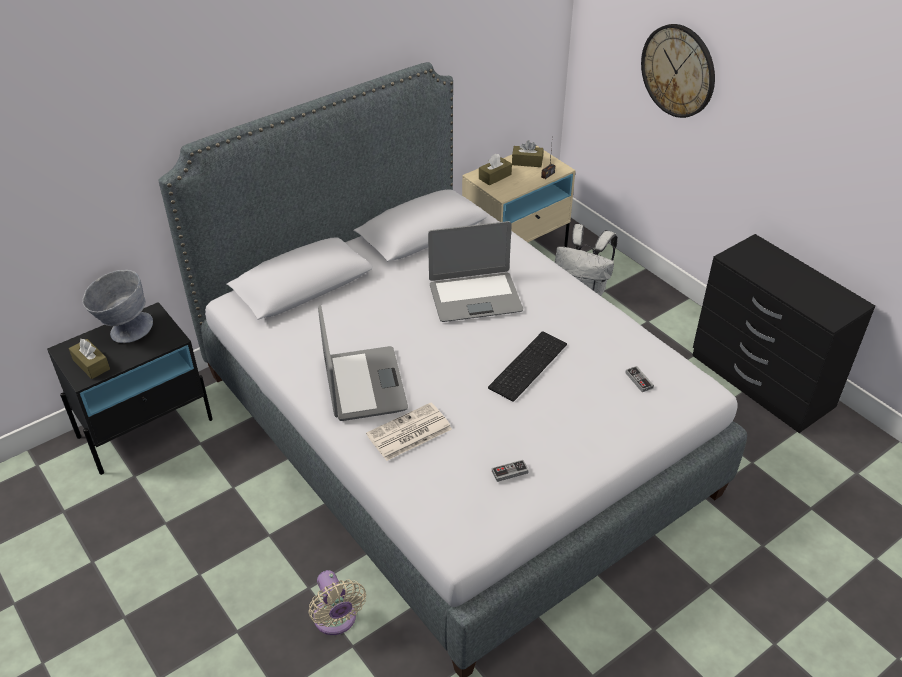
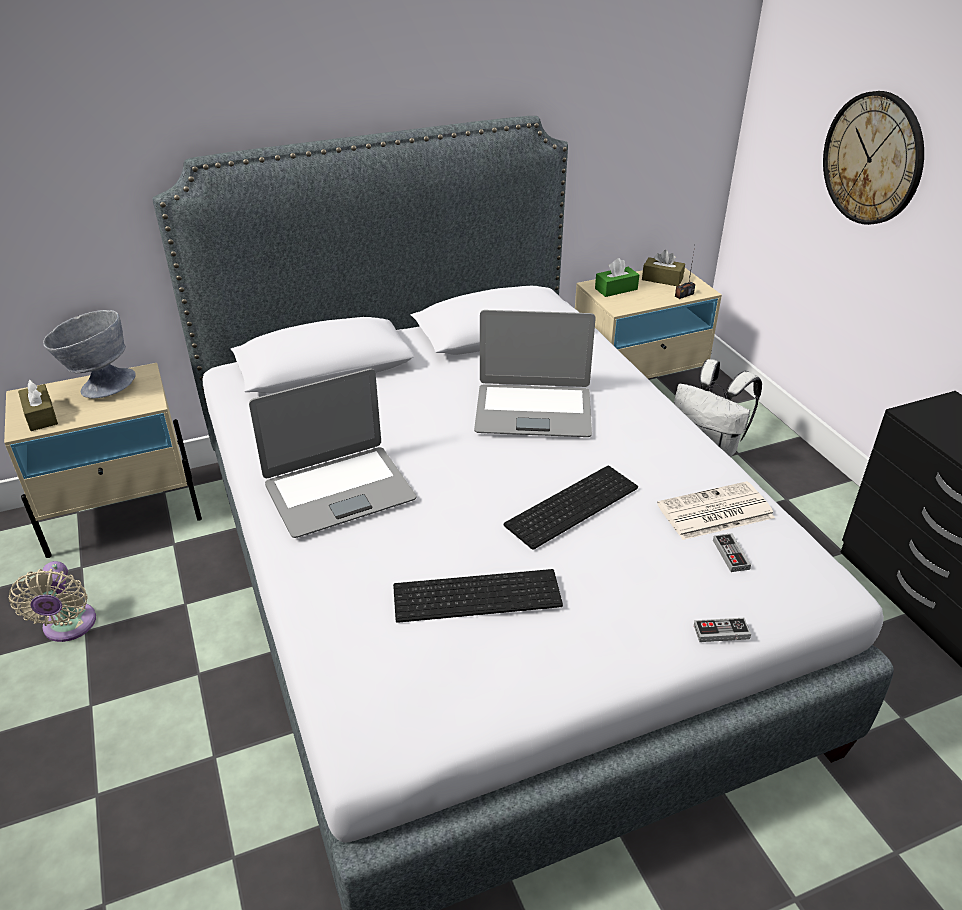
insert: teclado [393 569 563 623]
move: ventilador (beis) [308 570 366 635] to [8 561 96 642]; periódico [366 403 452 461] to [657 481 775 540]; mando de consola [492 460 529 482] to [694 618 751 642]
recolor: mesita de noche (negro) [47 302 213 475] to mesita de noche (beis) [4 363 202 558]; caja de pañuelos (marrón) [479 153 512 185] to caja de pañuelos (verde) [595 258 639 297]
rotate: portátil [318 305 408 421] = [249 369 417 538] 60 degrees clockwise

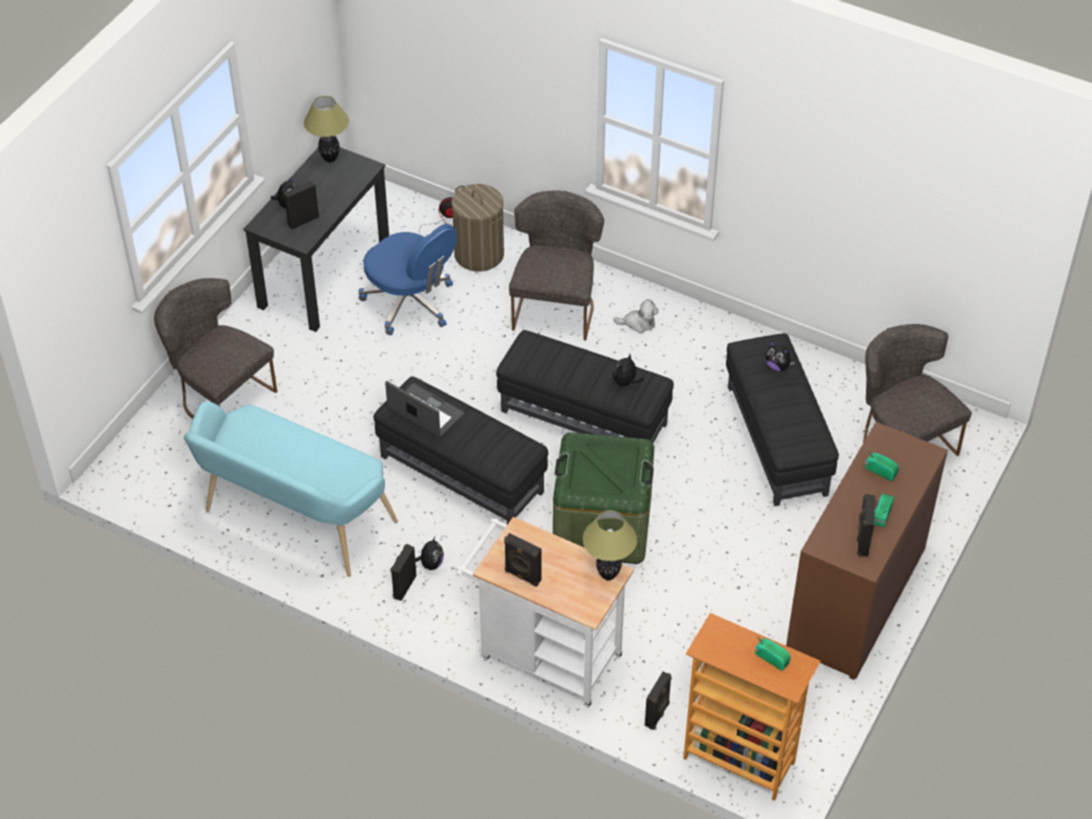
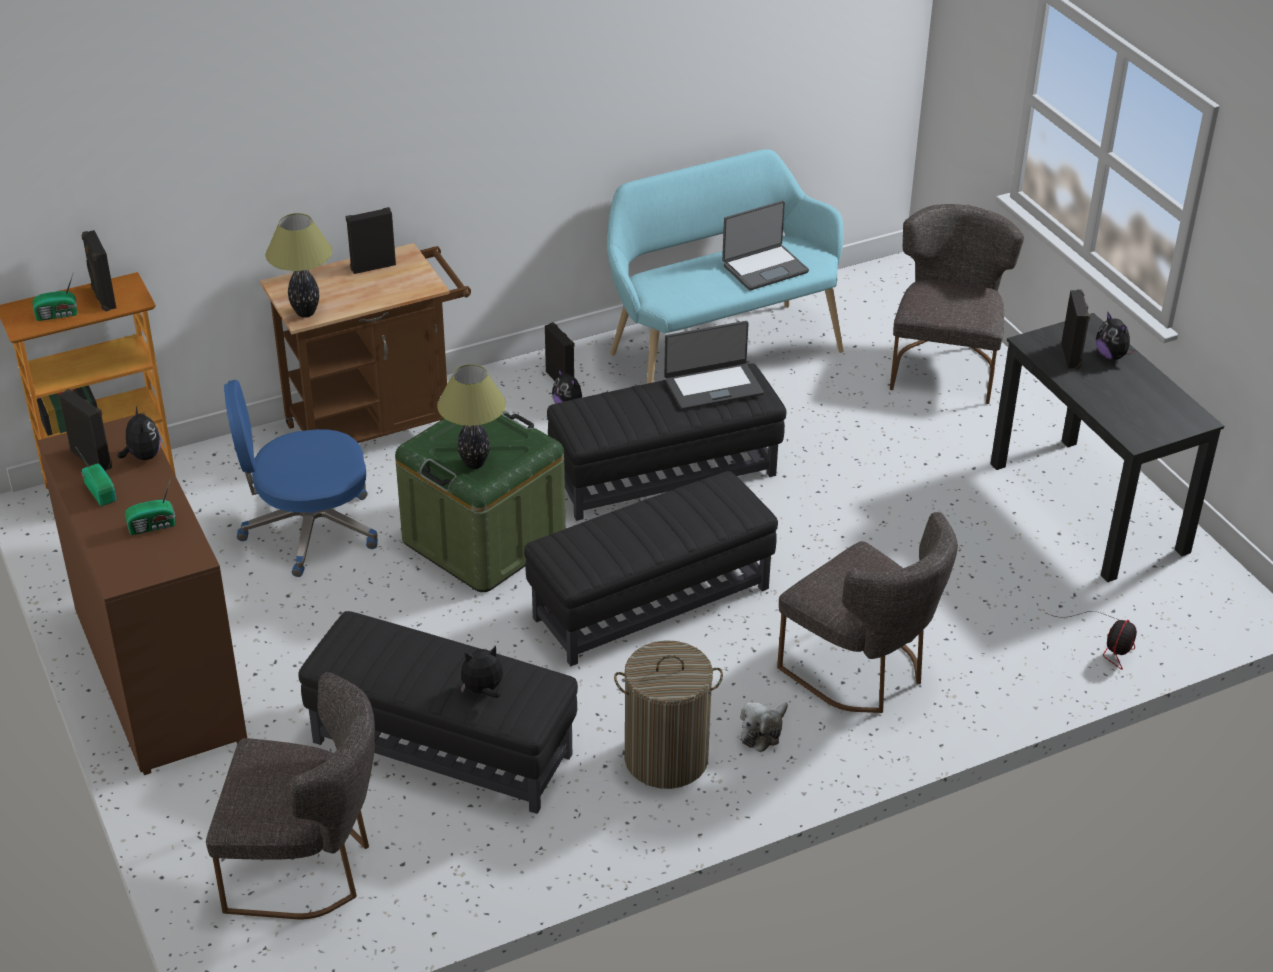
insert: portátil [722 200 809 291]
move: lámpara de mesa [304 96 349 162] to [437 364 506 469]; silla de oficina (azul) [358 224 457 335] to [224 380 378 577]; cesto de la ropa [452 184 504 272] to [614 640 723 789]; peluche [613 354 644 387] to [117 407 161 460]; altavoz (negro) [645 672 672 730] to [82 230 116 312]
recolor: carrito (blanco) [456 517 634 708] to carrito (marrón) [260 243 471 443]
rotate: silla (gris) [154 278 277 419] = [890 204 1024 404] 60 degrees counterclockwise

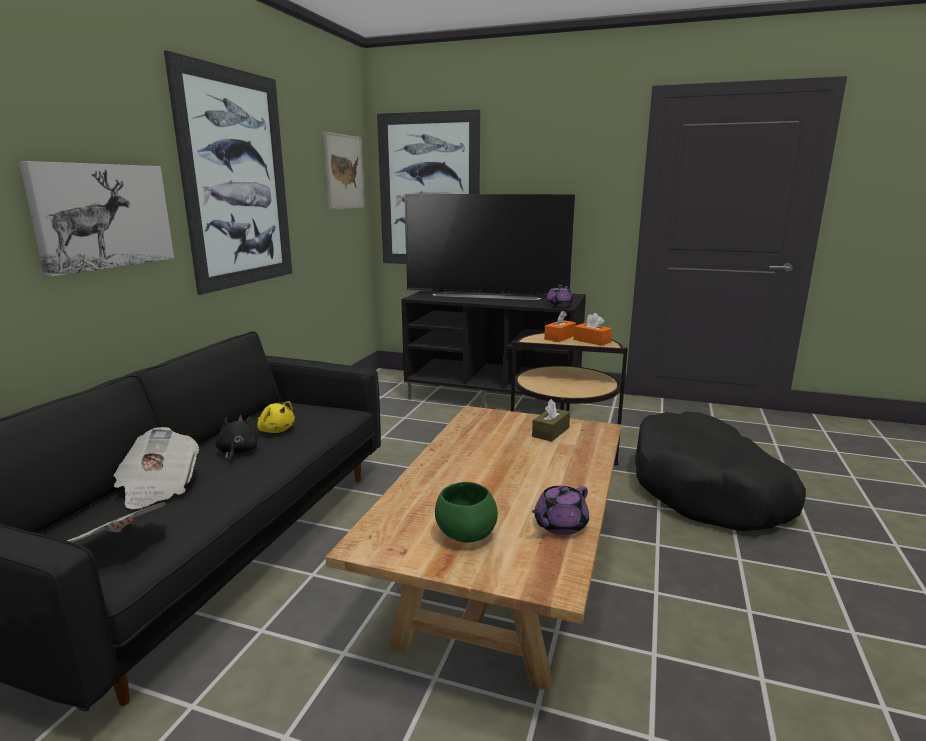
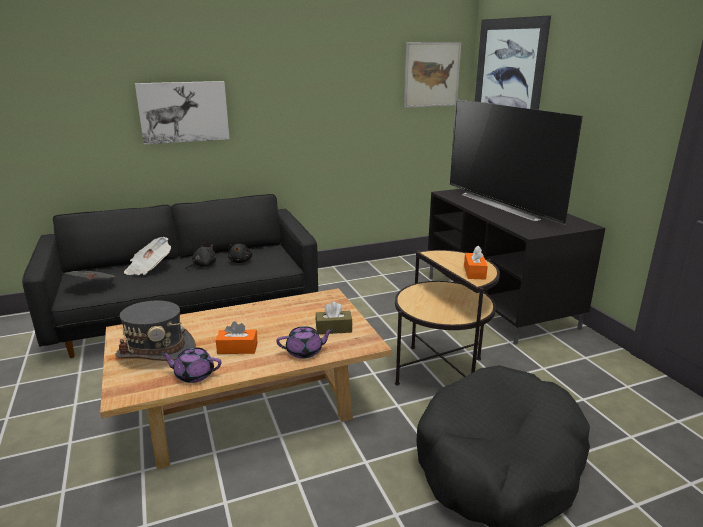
delete: cuadro [164 50 292 295]
move: caja de pañuelos (naranja) [544 310 576 342] to [216 321 258 354]; tetera (morado) [546 285 573 307] to [276 326 334 358]
replace: cuenco (verde) [435 482 498 542] to sombrero (gris) [115 301 196 361]
recolor: peluche (amarillo) [257 401 295 433] to peluche (negro) [228 244 252 263]

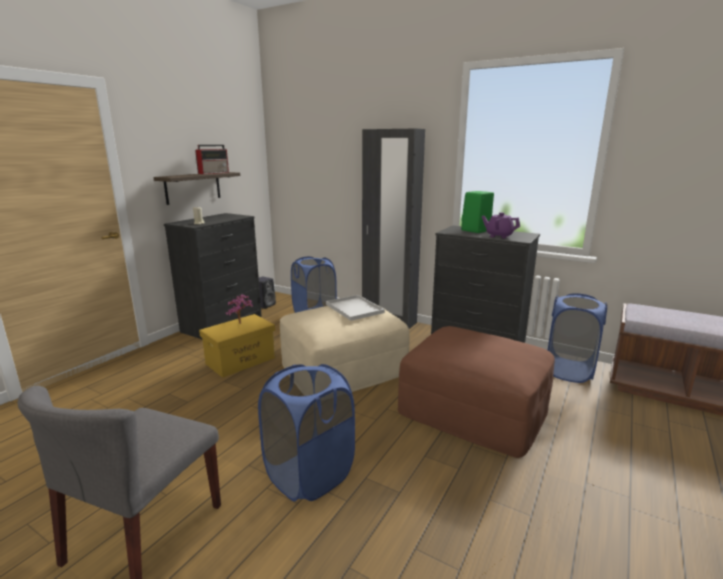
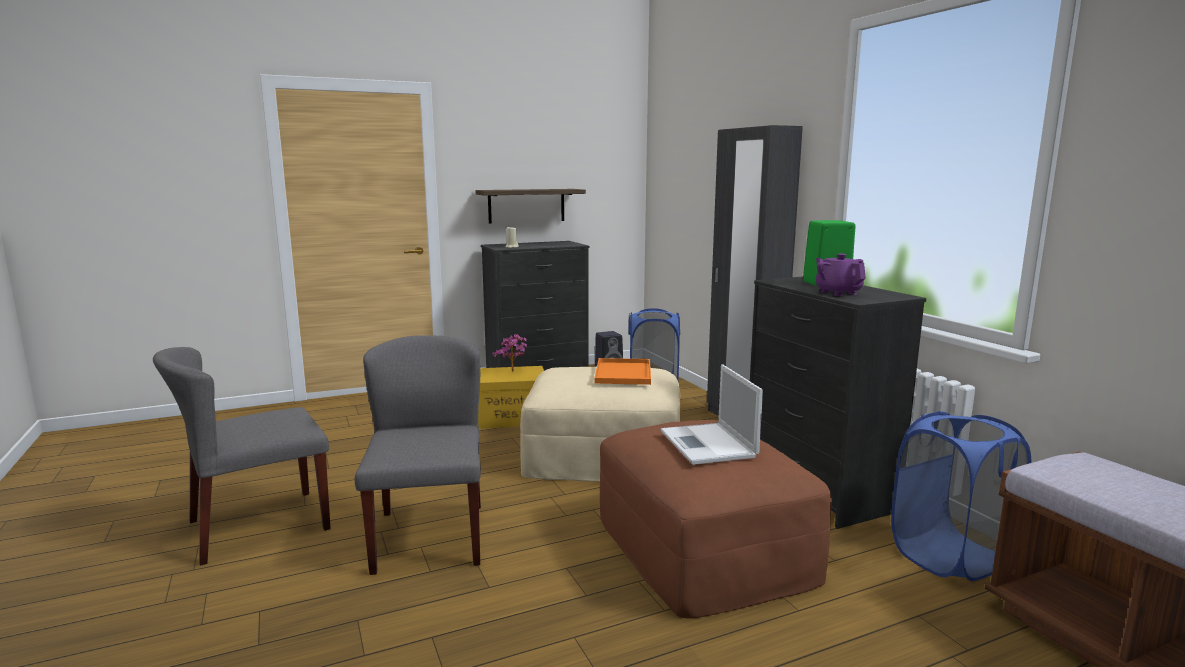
delete: radio [195 145 229 174]
insert: portátil [661 364 763 465]
replace: cesto de la ropa (azul) [258 364 355 501] to silla (gris) [355 335 481 575]
recolor: bandeja (blanco) [326 295 385 321] to bandeja (naranja) [594 358 651 385]

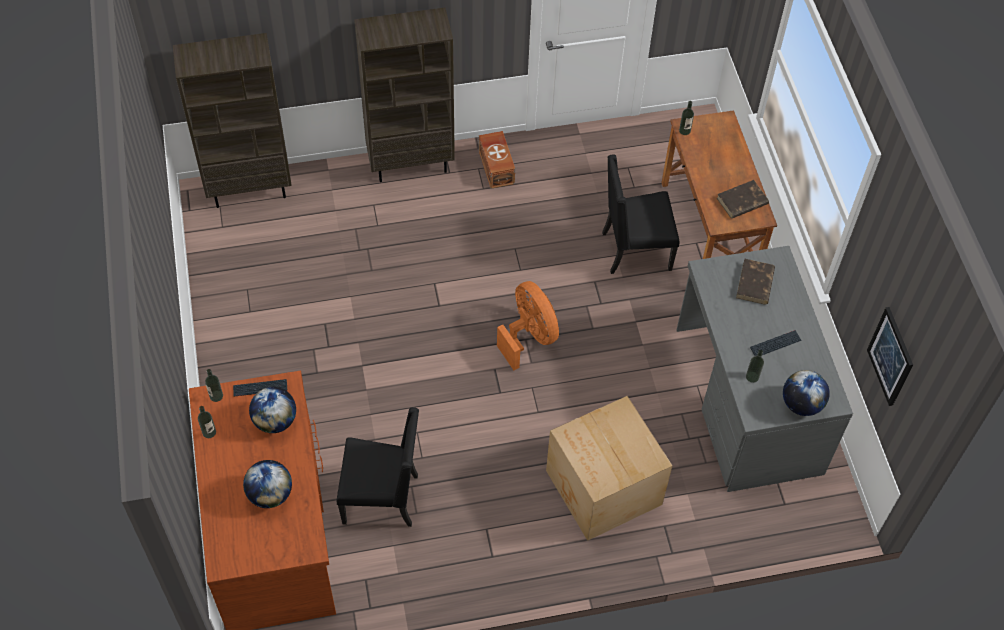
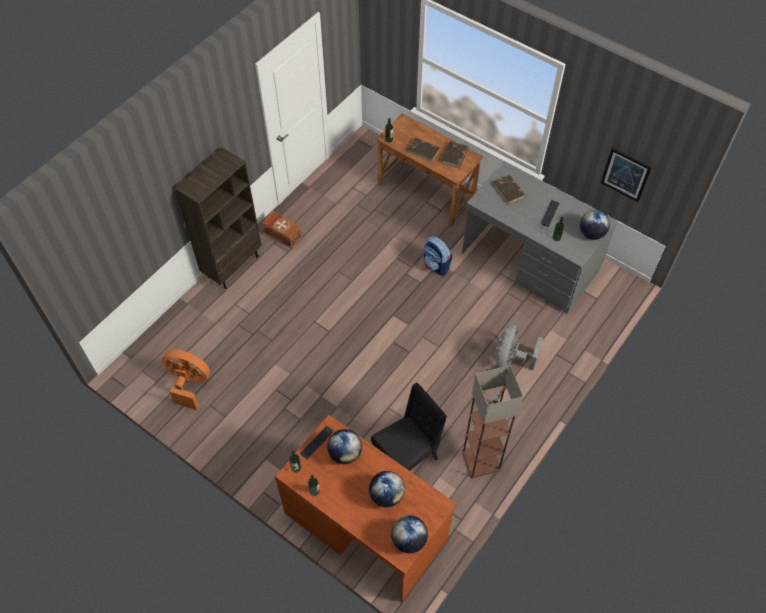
delete: estantería (marrón) [173 33 292 208]; silla (negro) [602 154 680 274]
insert: globo terráqueo [391 515 428 553]; libro (marrón) [407 138 441 162]; mochila [424 236 452 275]; lámpara de pie [462 365 523 478]
move: ventilador (naranja) [497 281 559 370] to [162 349 210 410]
replace: caja de cartón [546 396 673 541] to ventilador (gris) [494 324 543 370]

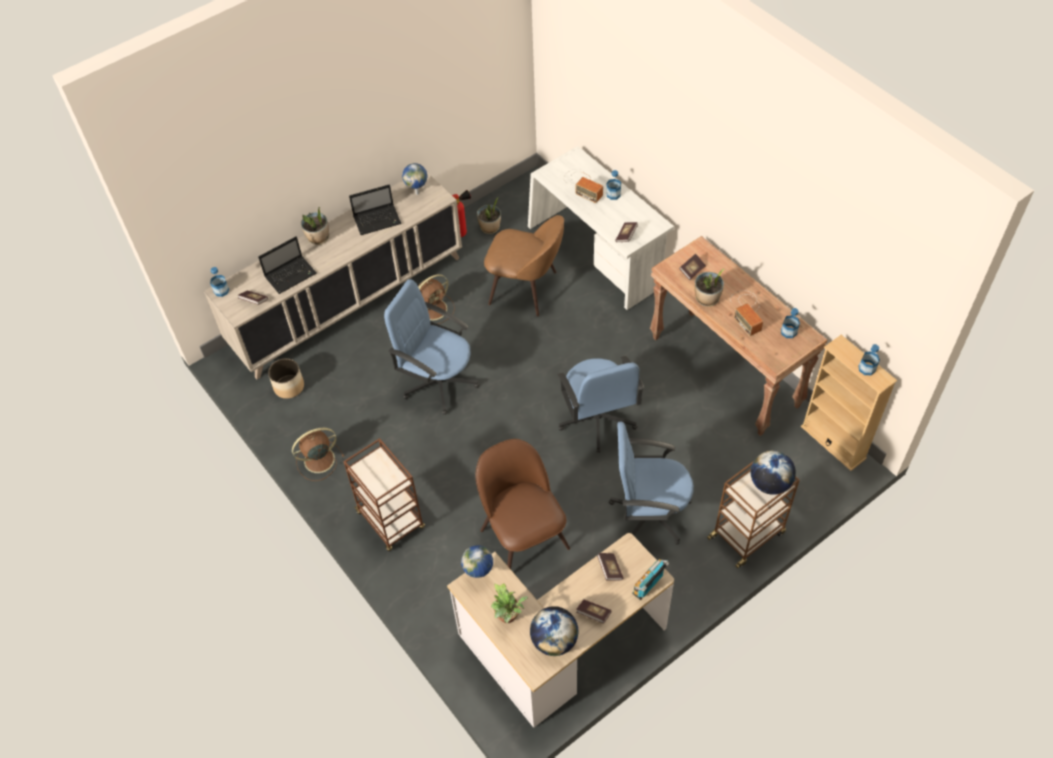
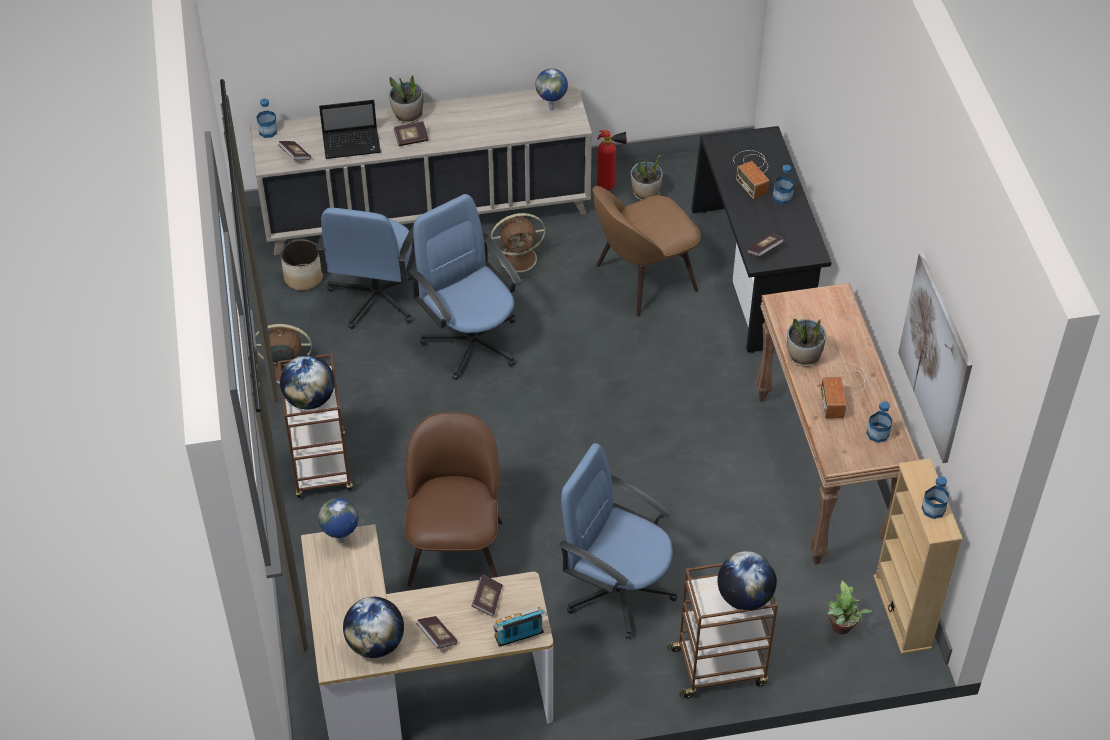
delete: portátil [349 184 401 235]
insert: globo terráqueo [280 355 335 410]; cuadro [898 253 972 463]
move: planta en maceta [491 583 528 623] to [827 580 872 635]; silla de oficina (azul) [558 356 644 453] to [316 208 415 329]; libro [679 253 706 280] to [394 121 429 146]
recolor: escritorio (blanco) [528 146 674 310] to escritorio (negro) [691 126 832 353]
rotate: silla (marrón) [484 215 564 317] = [592 186 701 317] 105 degrees clockwise

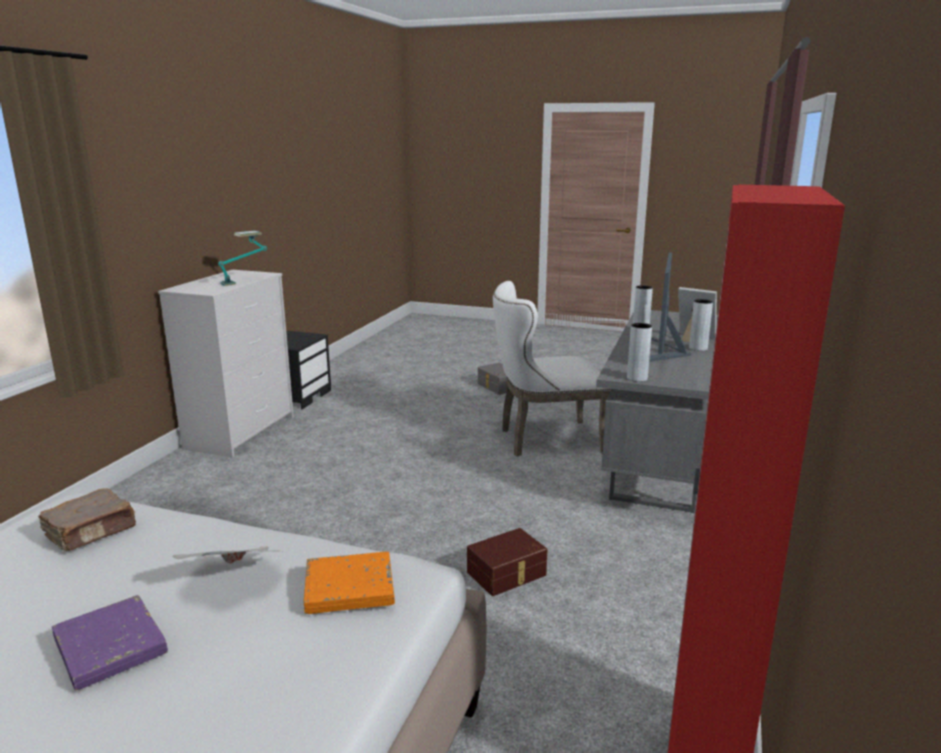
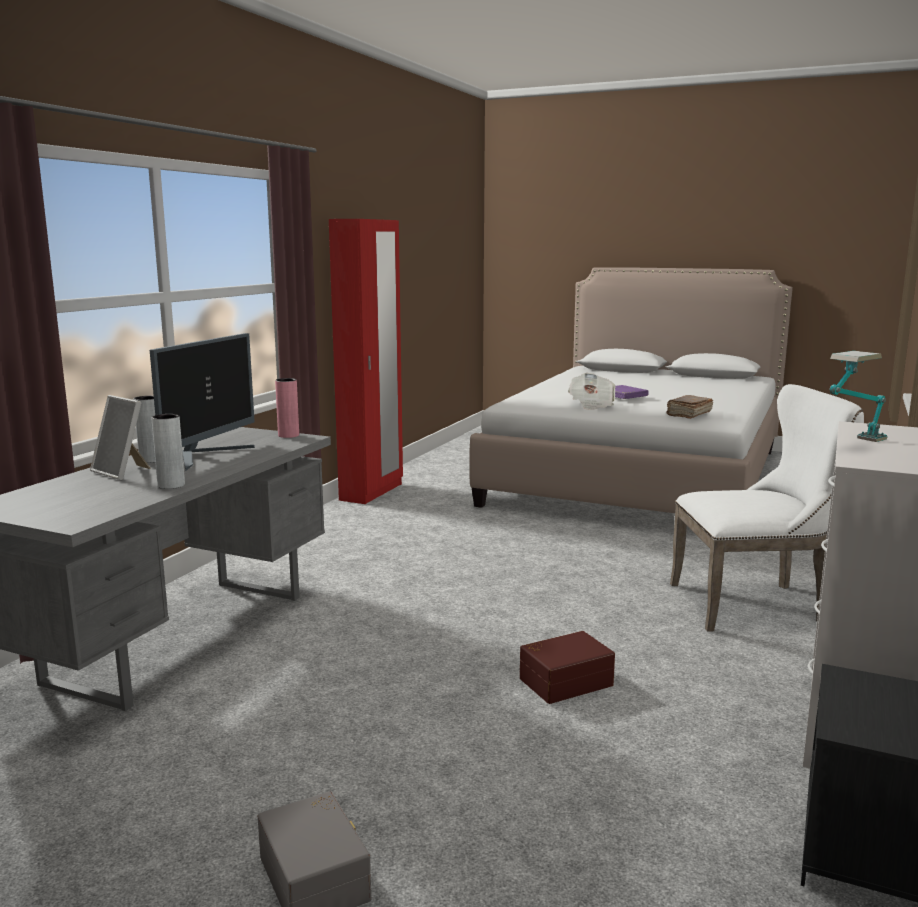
delete: libro (naranja) [303 552 395 614]
move: caja de almacenaje (marrón) [467 528 547 596] to [520 631 615 704]; silla (blanco) [493 281 611 456] to [670 384 864 632]
recolor: florero (gris) [627 323 652 382] to florero (rosa) [275 378 299 438]

